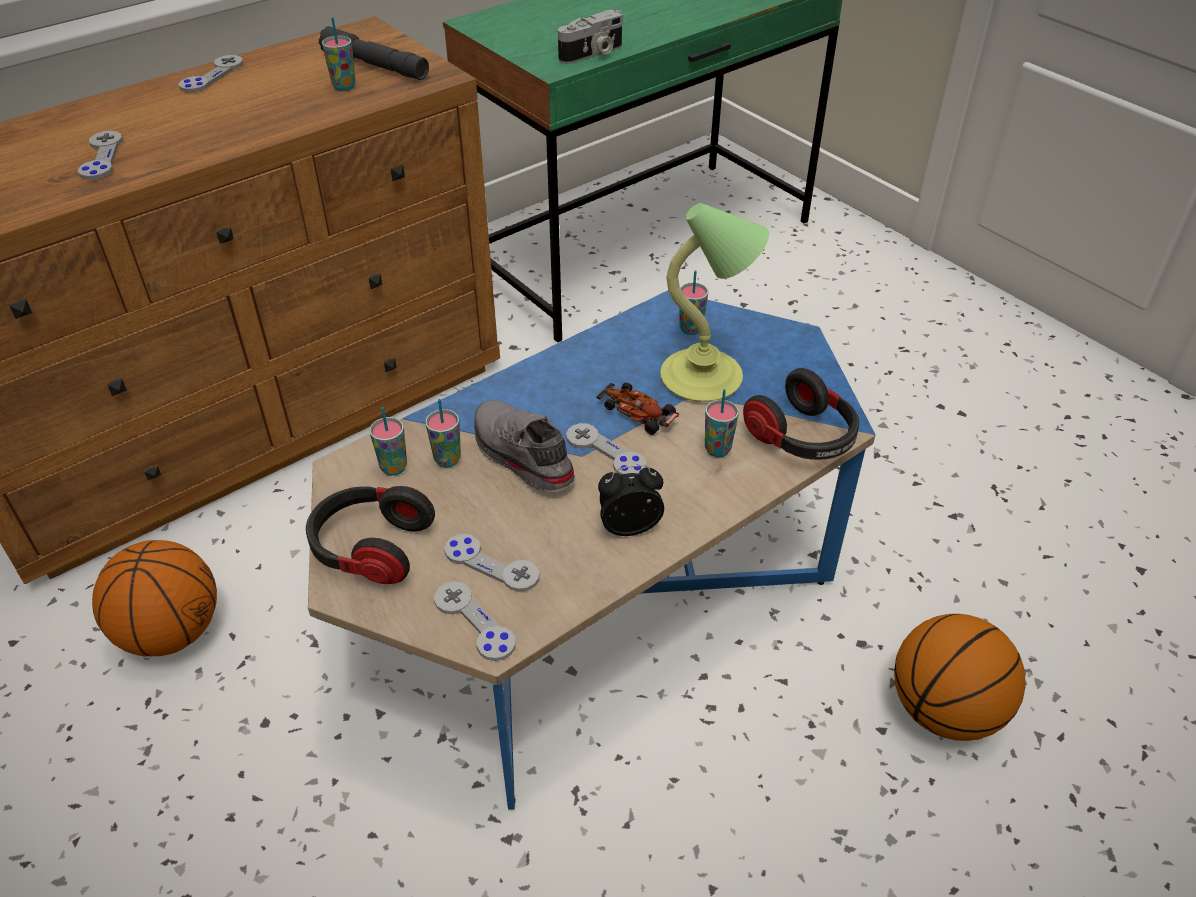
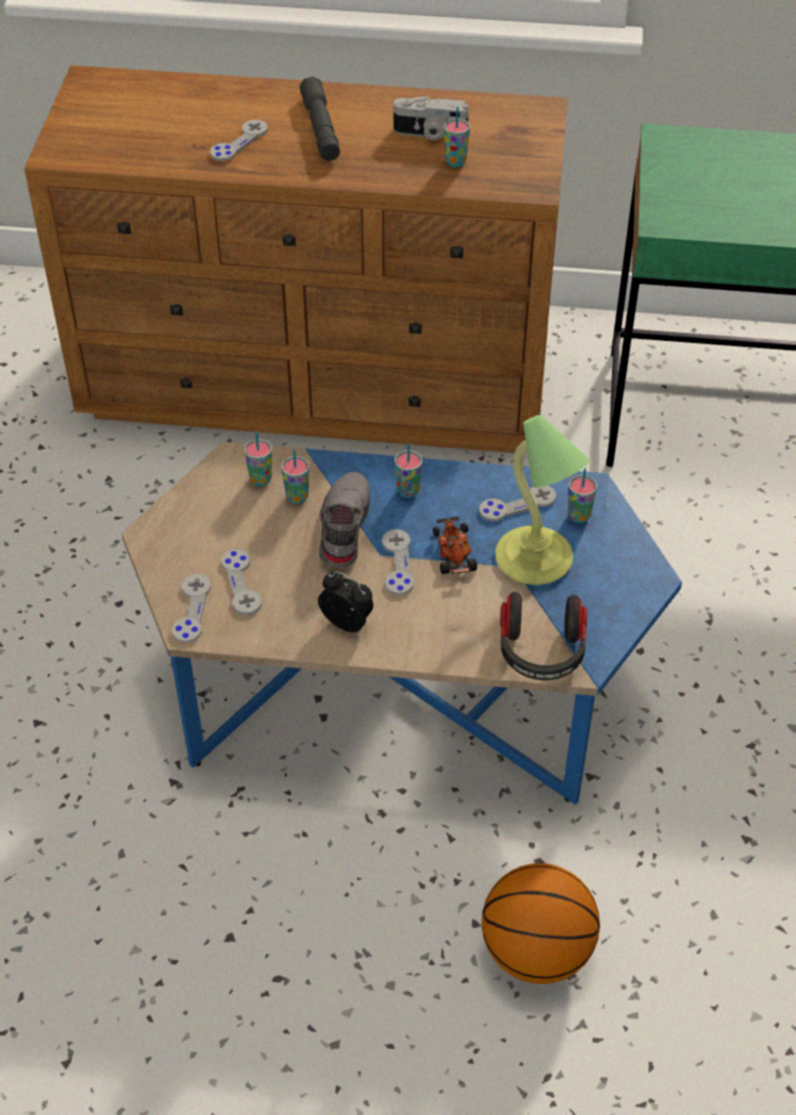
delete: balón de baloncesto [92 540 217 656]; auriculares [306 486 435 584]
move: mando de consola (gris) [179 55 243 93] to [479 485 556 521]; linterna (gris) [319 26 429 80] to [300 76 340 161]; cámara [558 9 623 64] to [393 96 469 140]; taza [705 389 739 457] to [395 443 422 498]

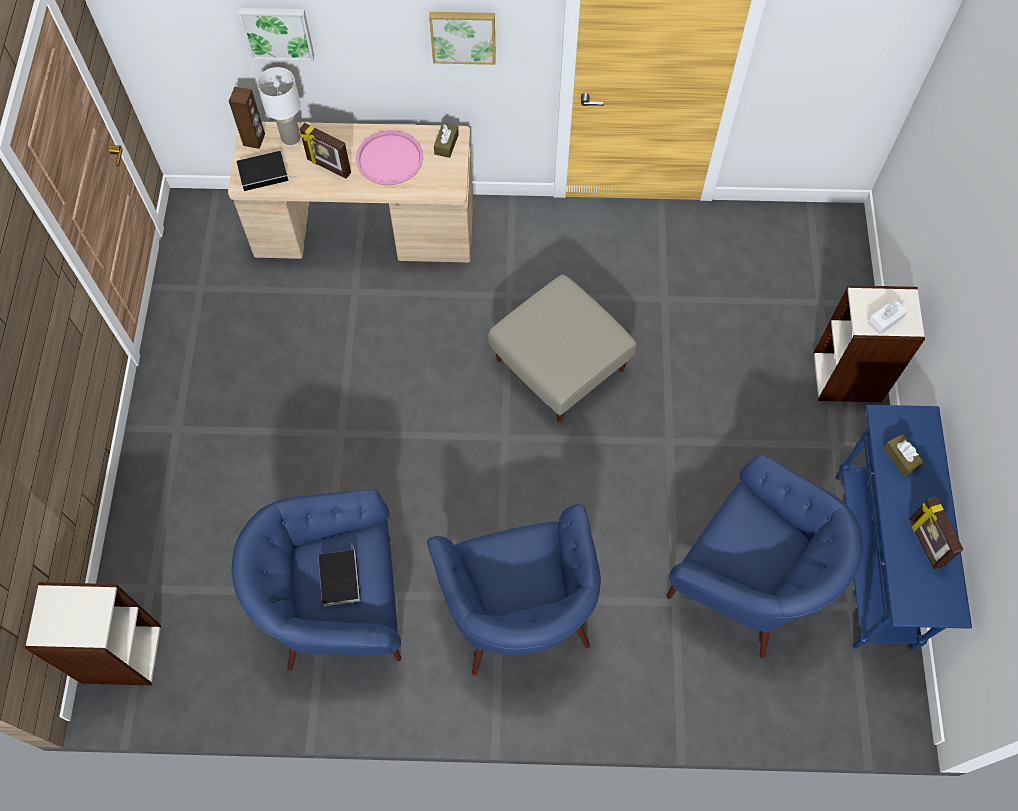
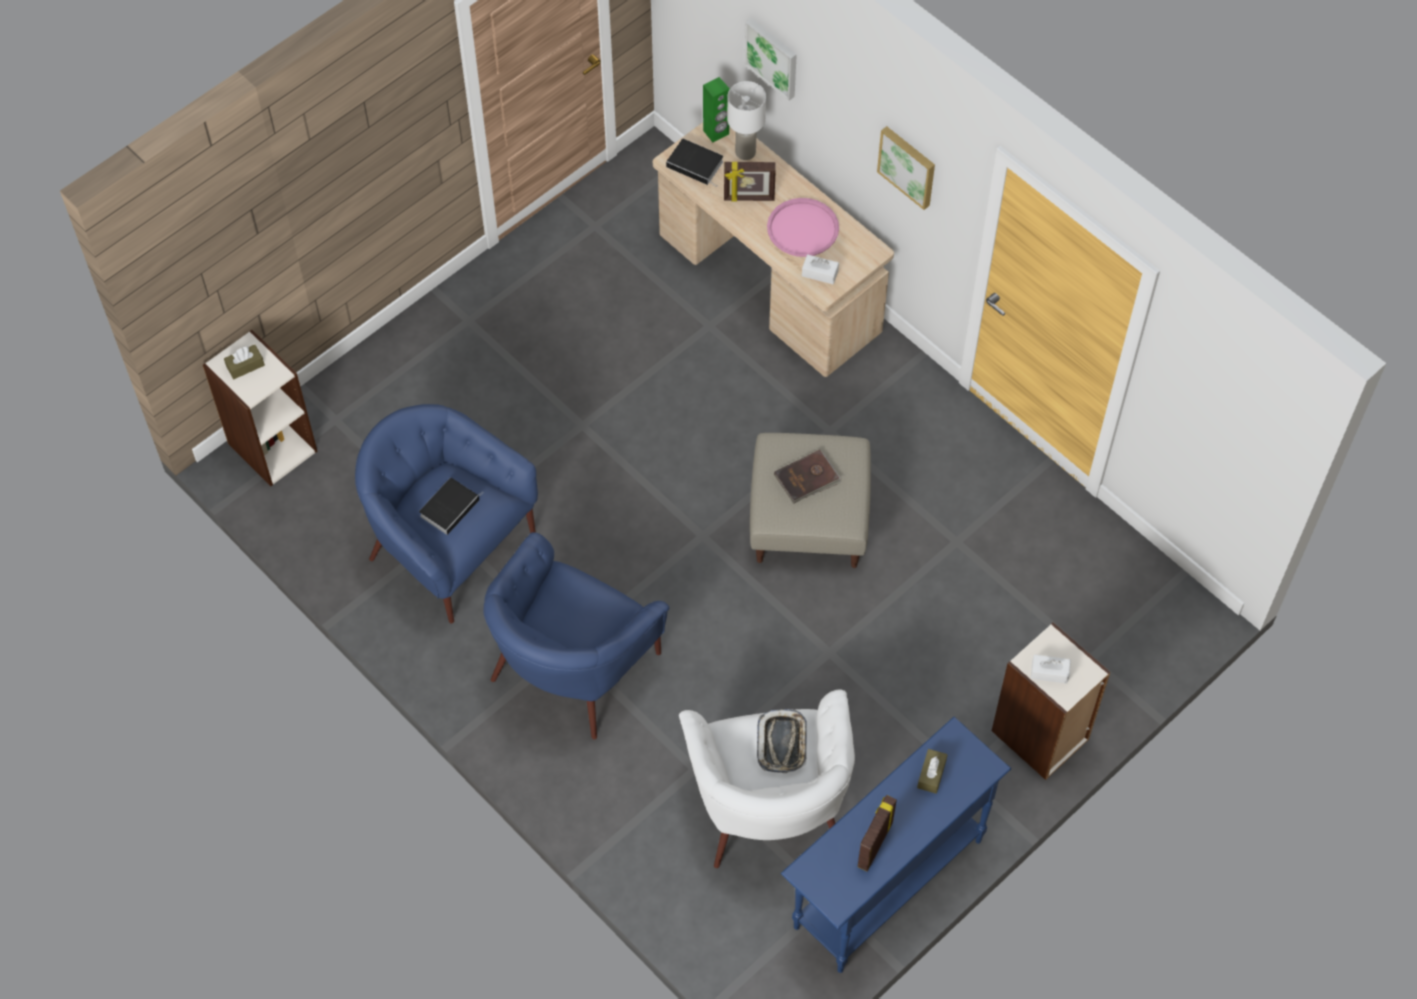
insert: bandeja [757 709 807 773]; libro (marrón) [774 450 841 503]; caja de pañuelos (blanco) [802 254 839 284]
move: caja de pañuelos (marrón) [434 123 459 158] to [224 345 265 379]
recolor: altavoz (marrón) [229 87 265 149] to altavoz (verde) [703 77 730 142]; sillón (azul) [667 454 863 658] to sillón (blanco) [679 689 855 868]
rotate: portarretratos [300 123 351 179] = [724 162 776 201] 75 degrees counterclockwise

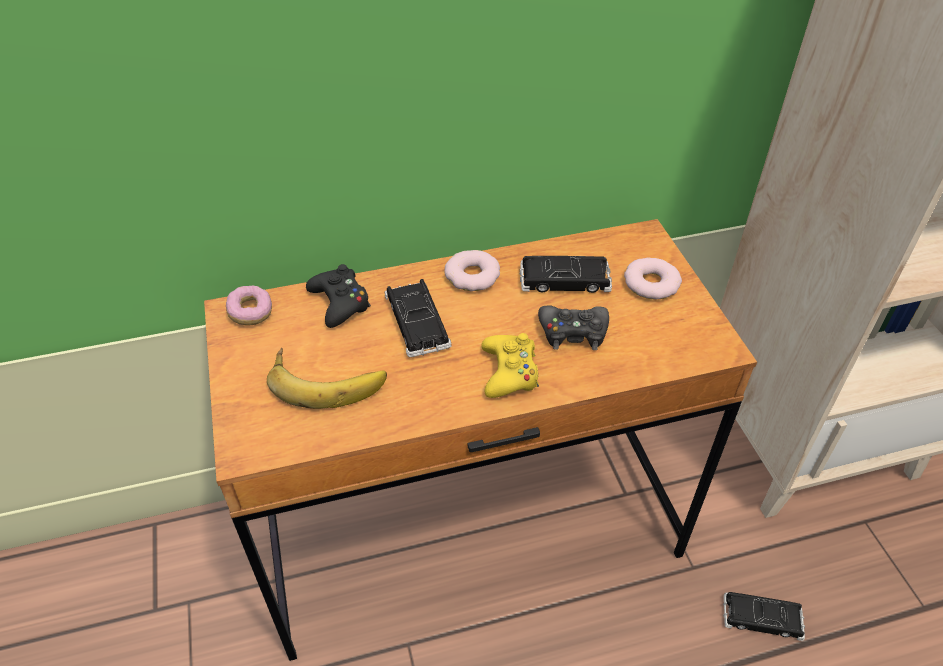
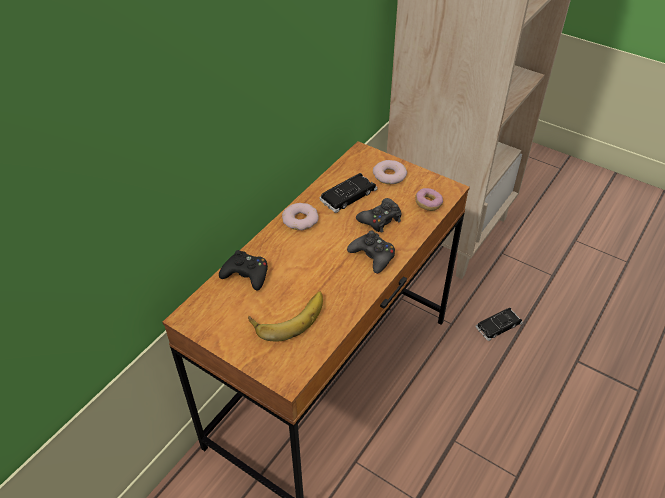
delete: coche de juguete (negro) [385 279 451 357]
move: rosquilla [226 286 272 326] to [415 188 443 211]
recolor: mando de consola (amarillo) [481 333 539 398] to mando de consola (negro) [347 230 395 274]

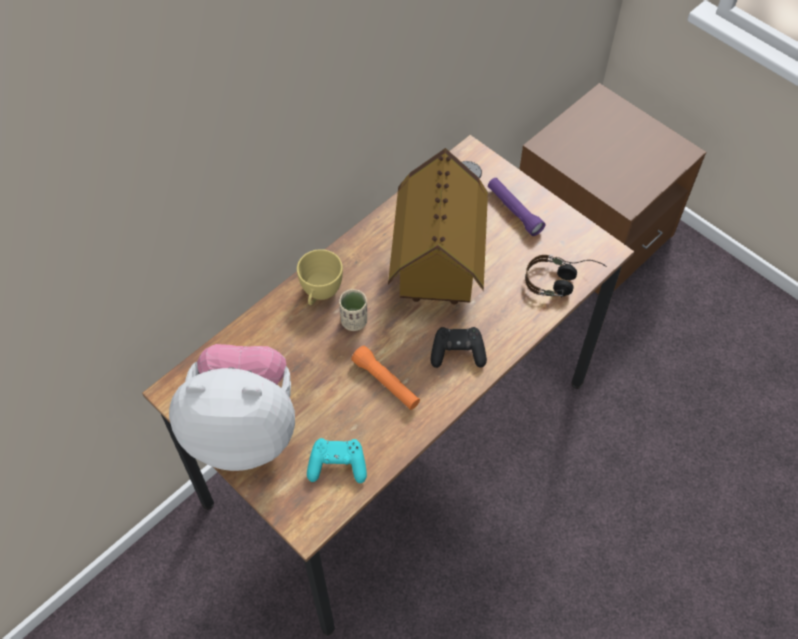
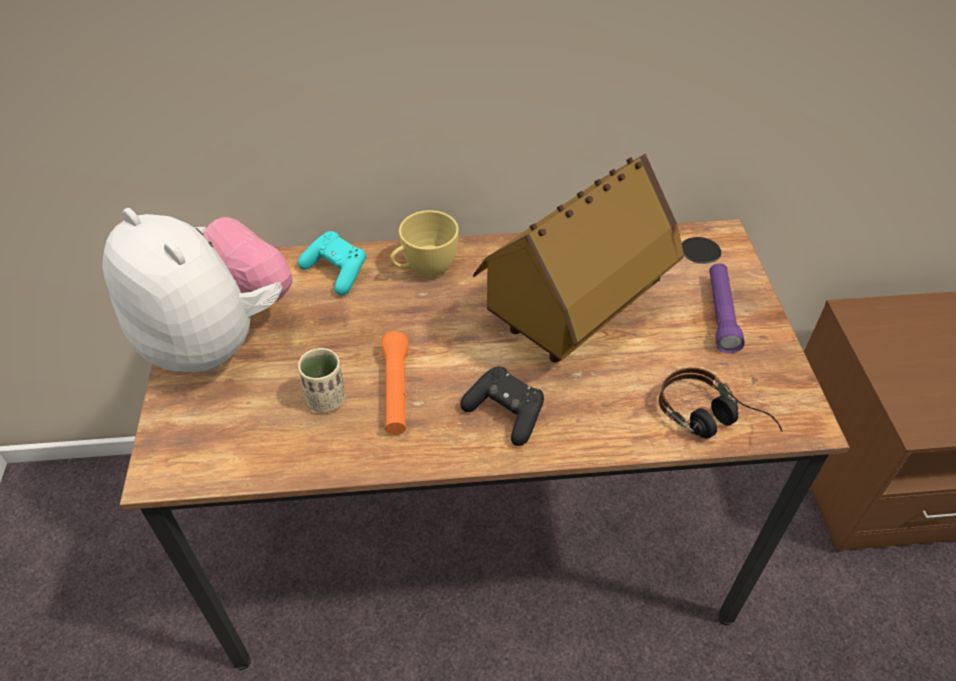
move: mando de consola (turquesa) [307 438 367 483] to [298 231 367 295]; taza (beis) [339 289 367 331] to [298 348 345 412]

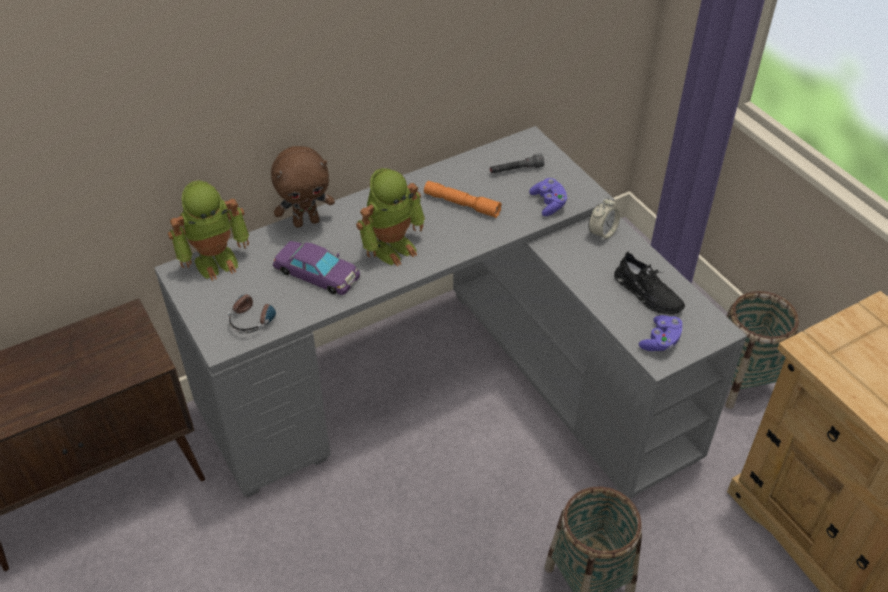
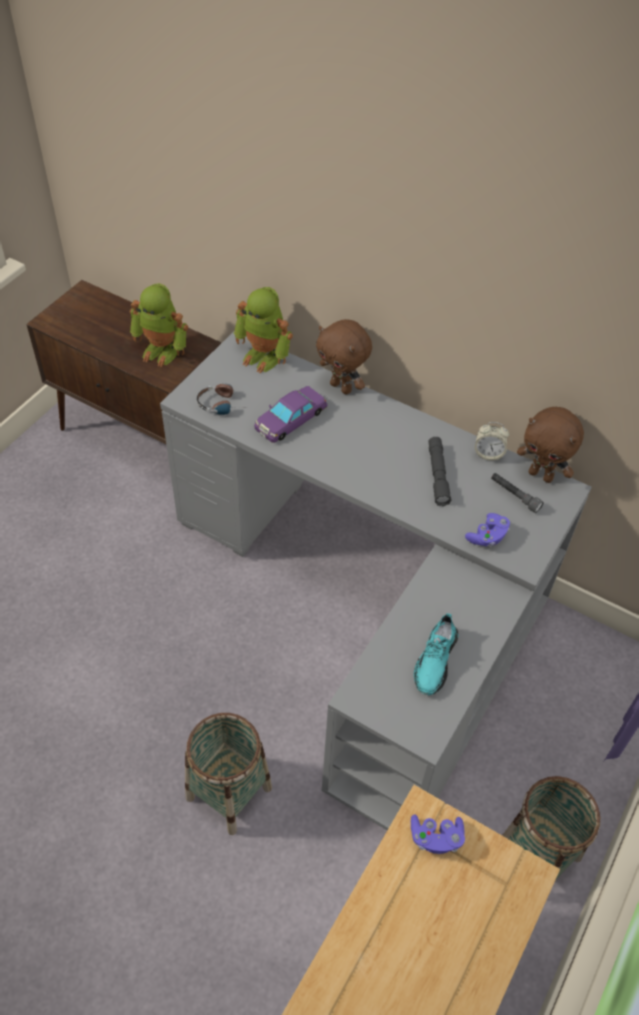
insert: peluche (marrón) [517 407 584 483]
move: robot de juguete [356 168 425 267] to [130 283 188 367]; despertador [588 196 620 242] to [475 422 509 461]; mando de consola (morado) [639 315 683 351] to [411 814 465 854]
recolor: linterna (naranja) [424 181 502 218] to linterna (gris) [428 437 451 506]; zapato (negro) [614 251 685 314] to zapato (turquesa) [414 613 458 695]
rotate: coche de juguete (morado) [273 241 360 295] = [254 386 328 443] 45 degrees clockwise

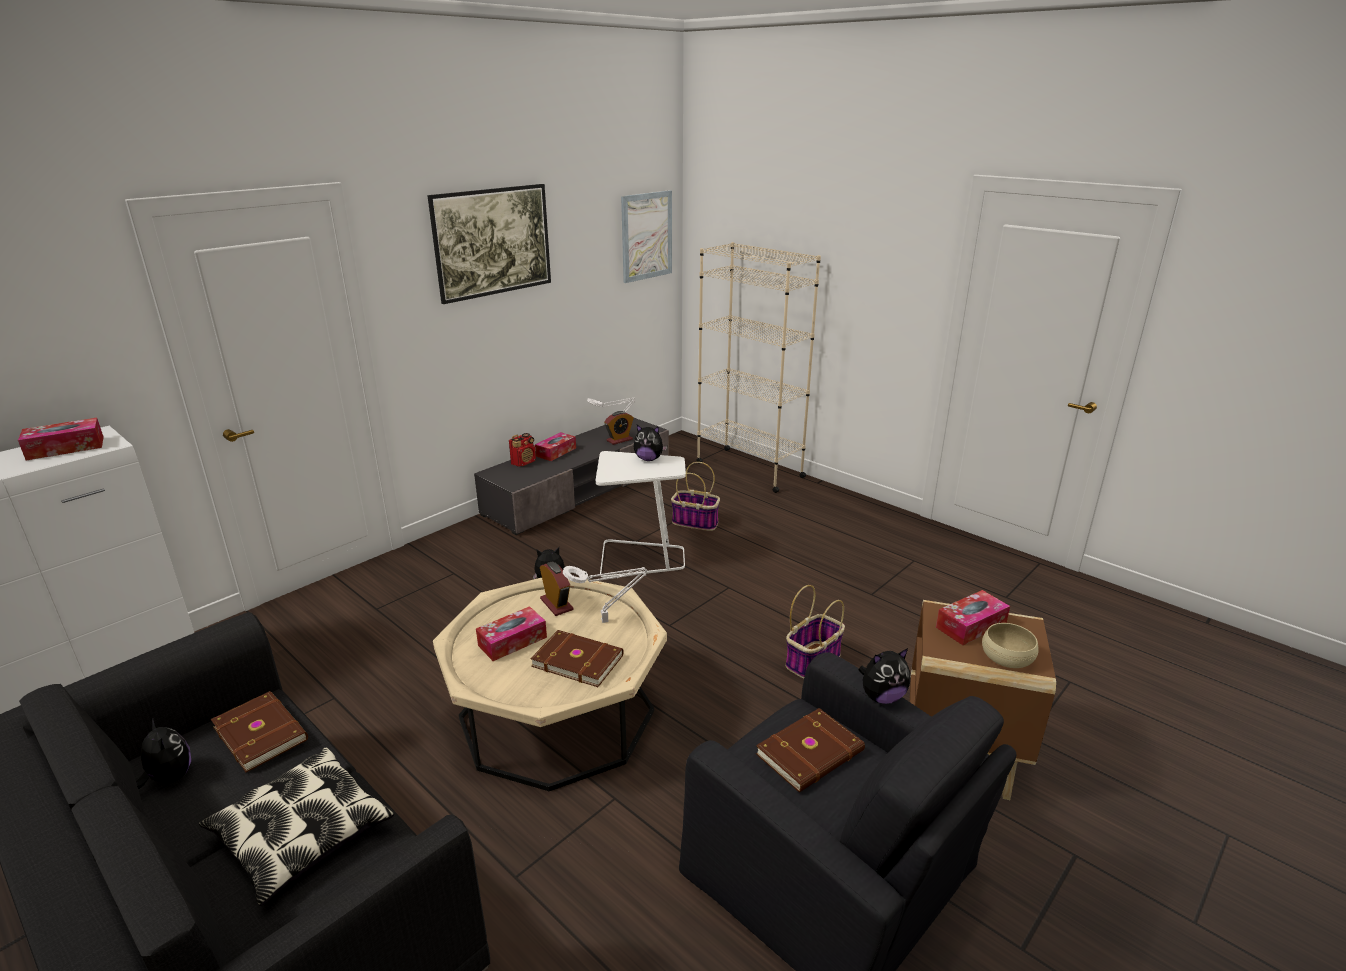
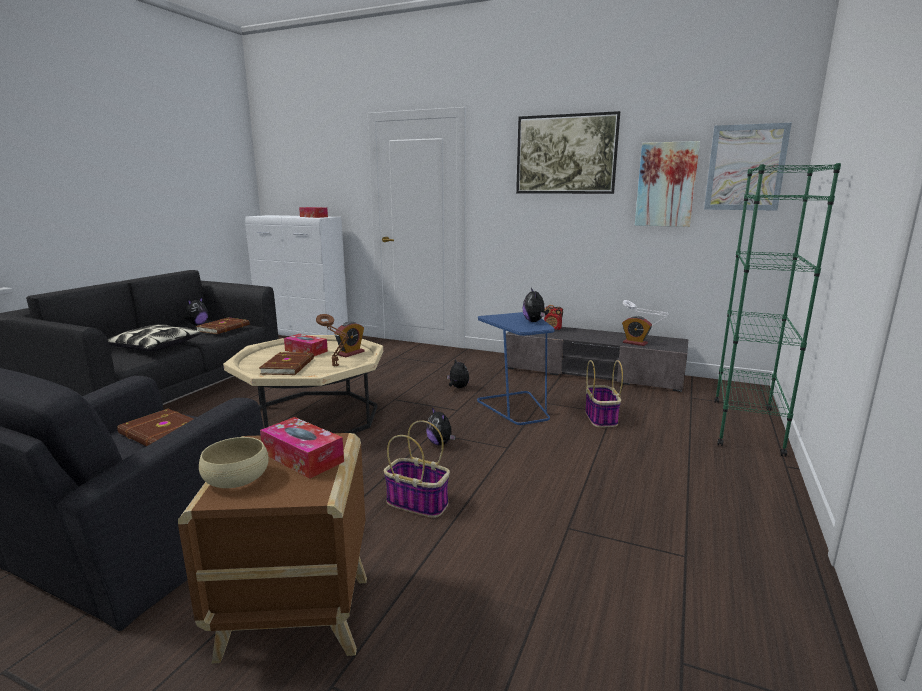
delete: caja de pañuelos [535 432 576 461]
insert: cuadro [635 141 700 227]
move: peluche [859 648 910 704] to [426 408 456 445]
recolor: lámpara de mesa (blanco) [563 566 647 623] to lámpara de mesa (marrón) [316 314 349 366]; mesa auxiliar (blanco) [595 451 686 578] to mesa auxiliar (azul) [477 312 555 425]; estantería (beis) [696 242 821 493] to estantería (verde) [714 163 841 457]

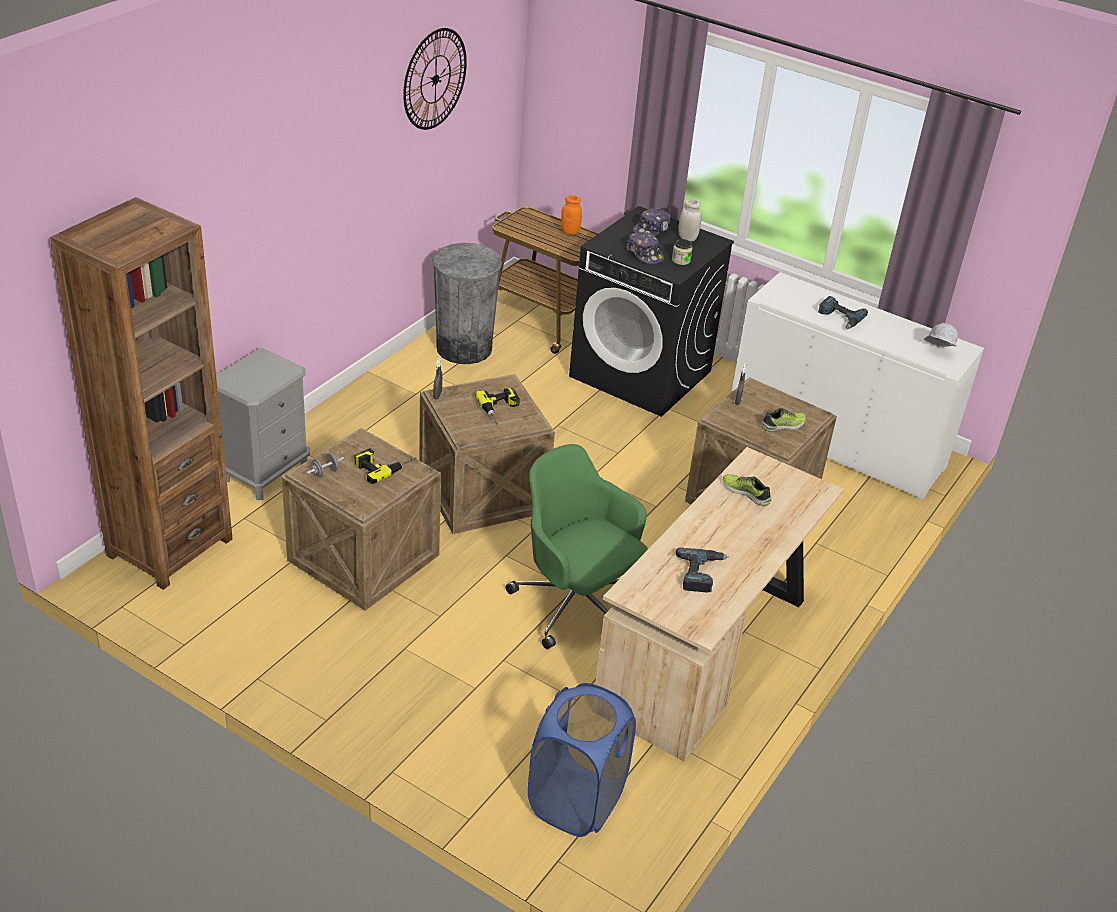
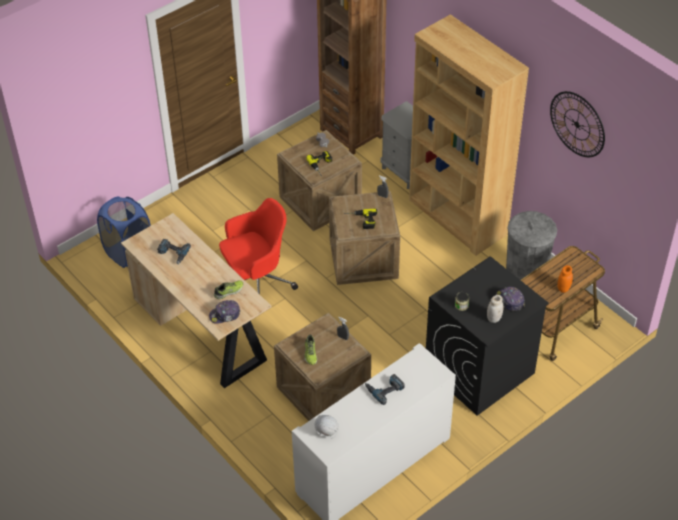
insert: estantería (marrón) [409 14 529 256]
move: gorra [626 232 664 264] to [209 300 240 324]
recolor: silla de oficina (verde) [506 444 648 649] to silla de oficina (rojo) [219 198 298 294]

